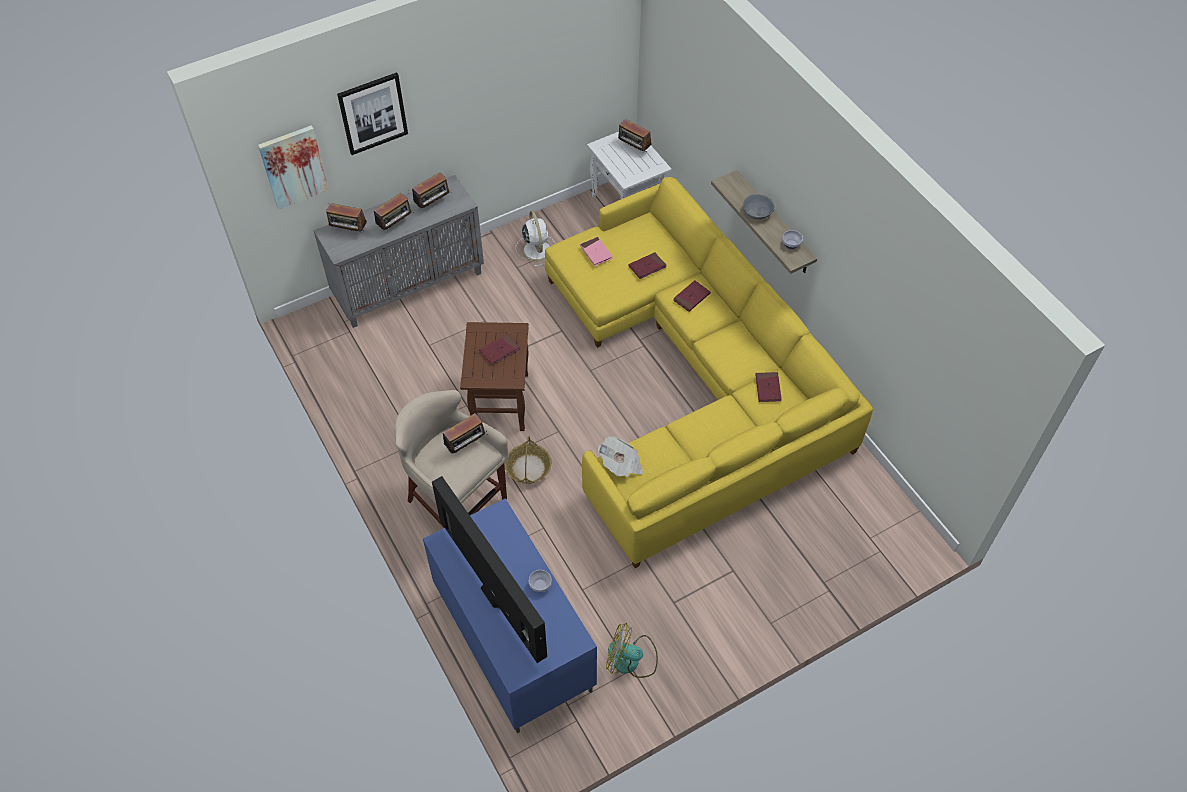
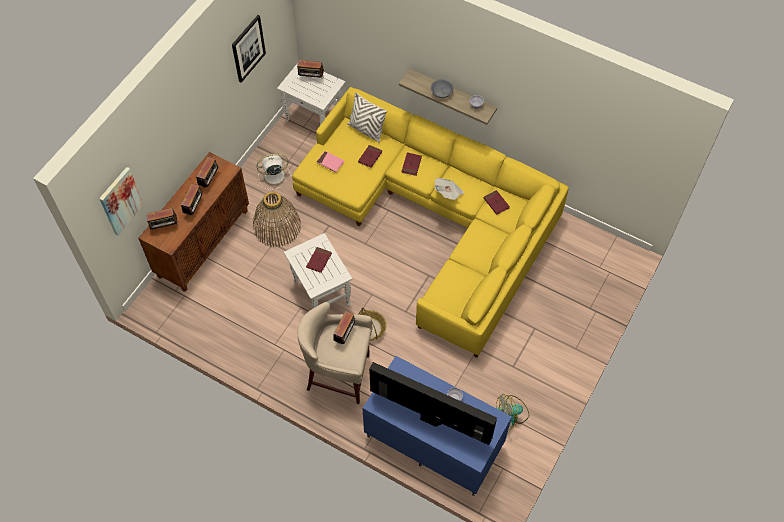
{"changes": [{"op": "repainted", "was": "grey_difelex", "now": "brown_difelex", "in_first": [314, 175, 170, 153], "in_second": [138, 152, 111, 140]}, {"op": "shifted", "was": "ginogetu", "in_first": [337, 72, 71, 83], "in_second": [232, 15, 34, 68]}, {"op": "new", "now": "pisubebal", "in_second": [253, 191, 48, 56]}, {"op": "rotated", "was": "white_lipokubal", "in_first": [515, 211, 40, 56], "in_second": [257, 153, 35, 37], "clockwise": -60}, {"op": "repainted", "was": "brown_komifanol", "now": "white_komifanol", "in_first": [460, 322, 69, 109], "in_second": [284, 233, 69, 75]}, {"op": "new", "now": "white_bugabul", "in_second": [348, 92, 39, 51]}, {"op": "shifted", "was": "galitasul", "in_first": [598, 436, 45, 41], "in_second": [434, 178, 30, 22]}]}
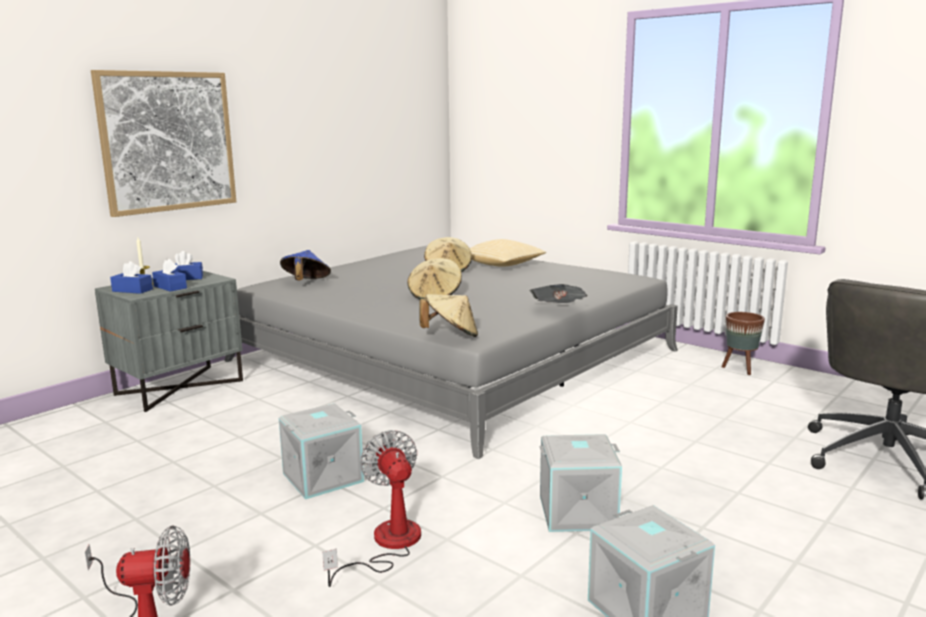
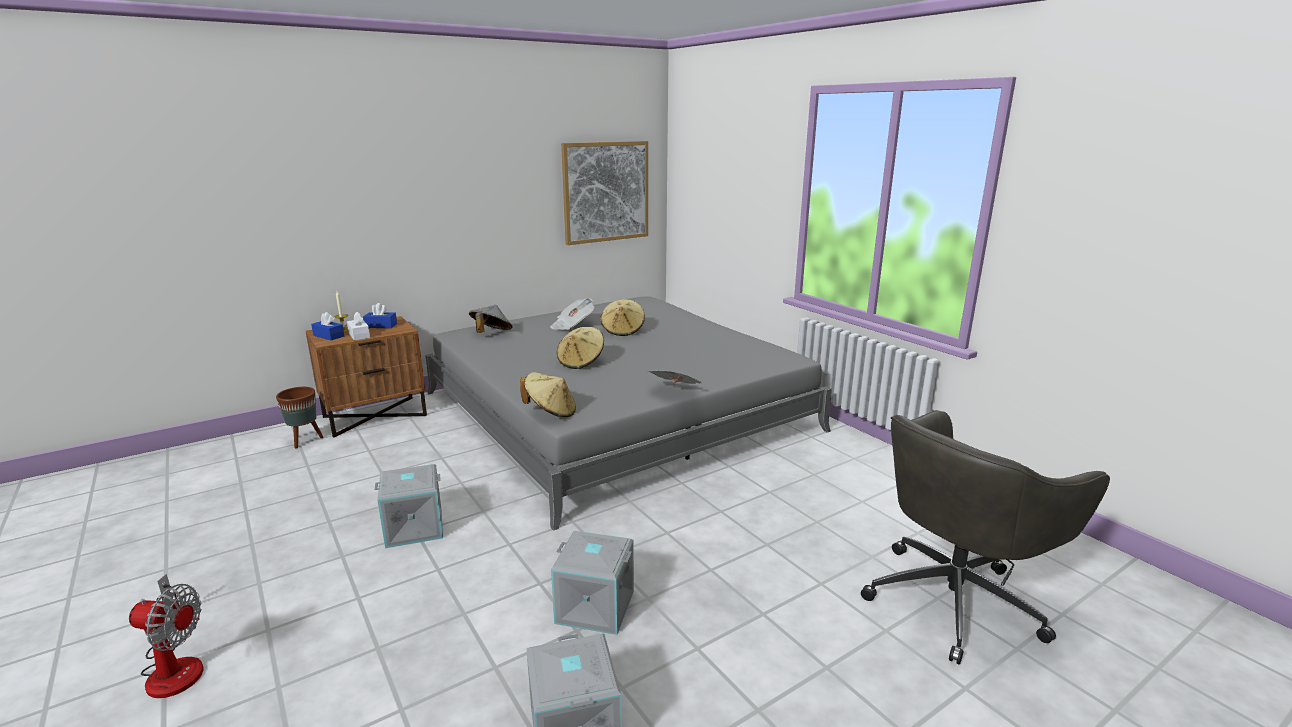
{"changes": [{"op": "shifted", "was": "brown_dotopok", "in_first": [722, 312, 43, 63], "in_second": [276, 387, 47, 62]}, {"op": "repainted", "was": "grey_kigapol", "now": "brown_kigapol", "in_first": [95, 271, 148, 141], "in_second": [306, 316, 121, 122]}, {"op": "repainted", "was": "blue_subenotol", "now": "white_subenotol", "in_first": [152, 259, 35, 33], "in_second": [347, 312, 23, 28]}, {"op": "repainted", "was": "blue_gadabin", "now": "grey_gadabin", "in_first": [280, 250, 51, 30], "in_second": [469, 305, 44, 28]}, {"op": "new", "now": "galitasul", "in_second": [550, 298, 44, 32]}, {"op": "shifted", "was": "ginogetu", "in_first": [91, 70, 145, 147], "in_second": [561, 141, 87, 104]}, {"op": "gone", "was": "lipokubal", "in_first": [322, 430, 99, 157]}, {"op": "gone", "was": "bugabul", "in_first": [469, 239, 77, 28]}]}
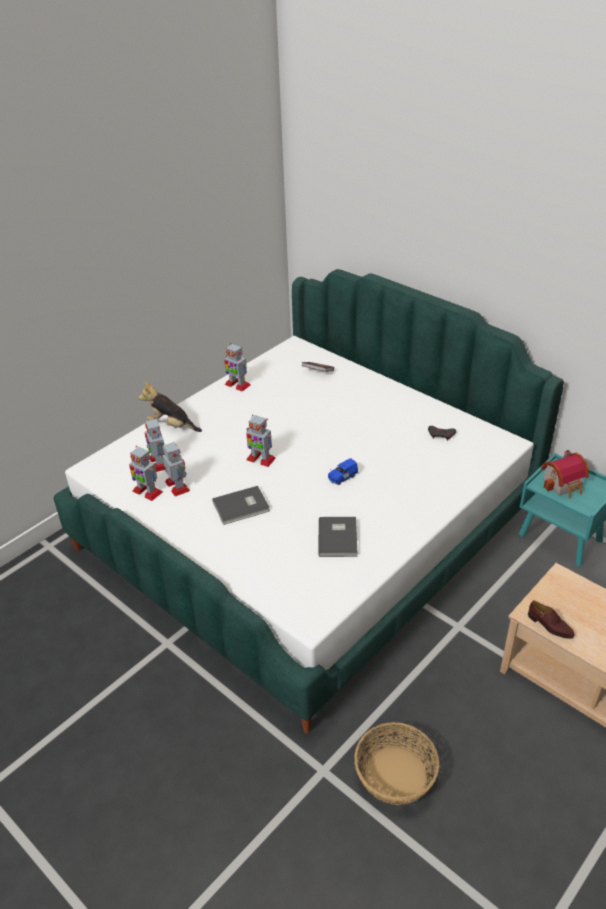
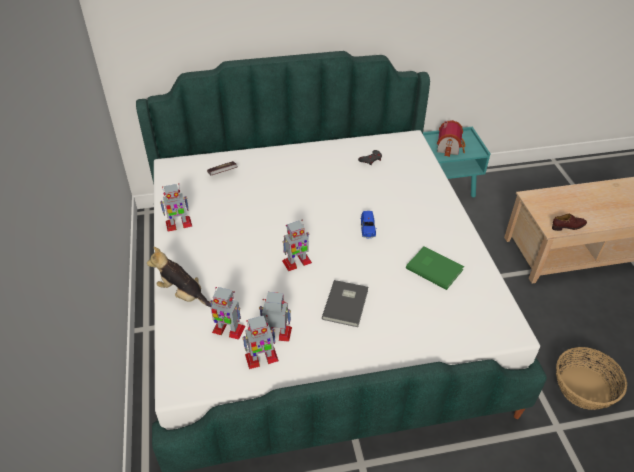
{"changes": [{"op": "rotated", "was": "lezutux", "in_first": [139, 382, 63, 50], "in_second": [147, 247, 64, 60], "clockwise": 60}, {"op": "repainted", "was": "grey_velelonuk", "now": "green_velelonuk", "in_first": [318, 517, 39, 40], "in_second": [406, 246, 58, 44]}]}
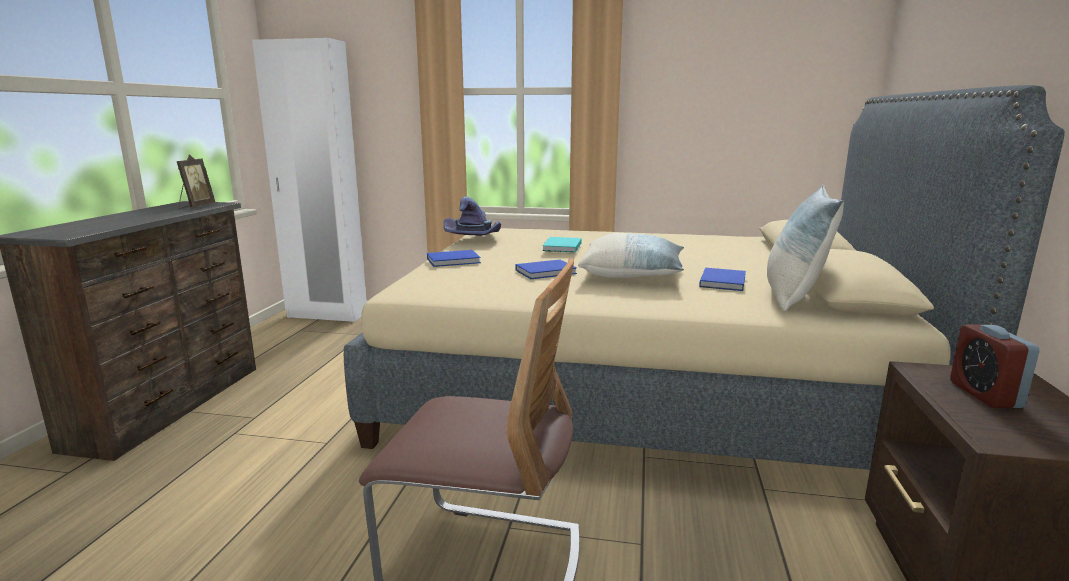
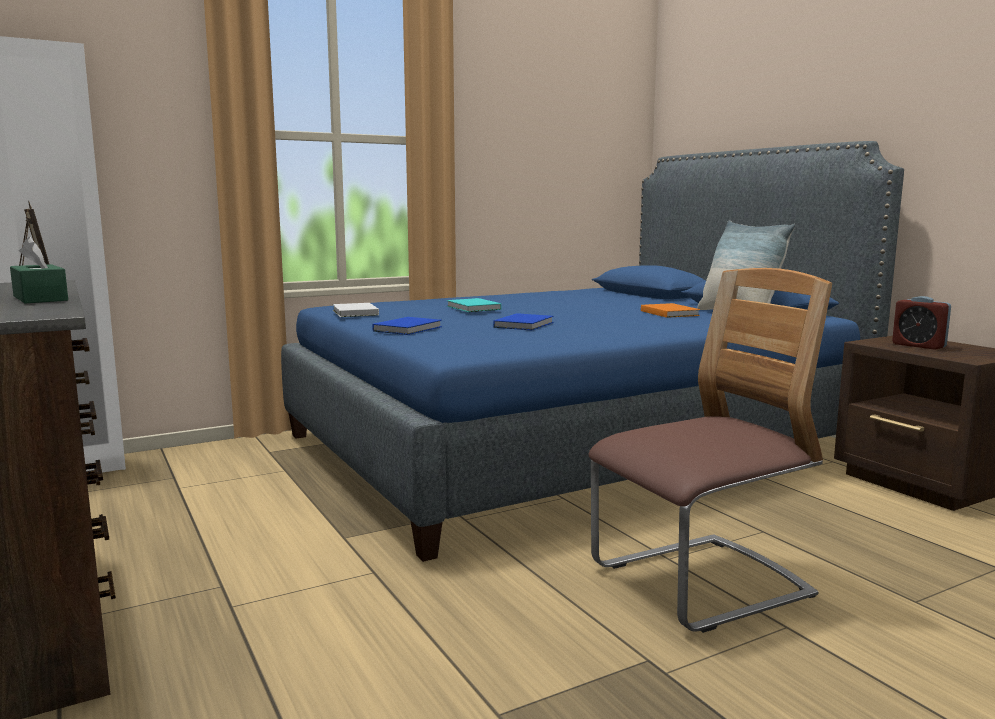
{"changes": [{"op": "new", "now": "green_subenotol", "in_second": [10, 237, 58, 67]}, {"op": "repainted", "was": "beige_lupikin", "now": "blue_lupikin", "in_first": [344, 85, 721, 385], "in_second": [281, 141, 623, 421]}, {"op": "swapped", "was": "purple_gadabin", "now": "white_velelonuk", "in_first": [443, 197, 58, 39], "in_second": [333, 303, 46, 14]}, {"op": "repainted", "was": "blue_velelonuk", "now": "orange_velelonuk", "in_first": [699, 268, 47, 23], "in_second": [641, 303, 59, 15]}, {"op": "gone", "was": "bugabul", "in_first": [578, 233, 106, 45]}]}
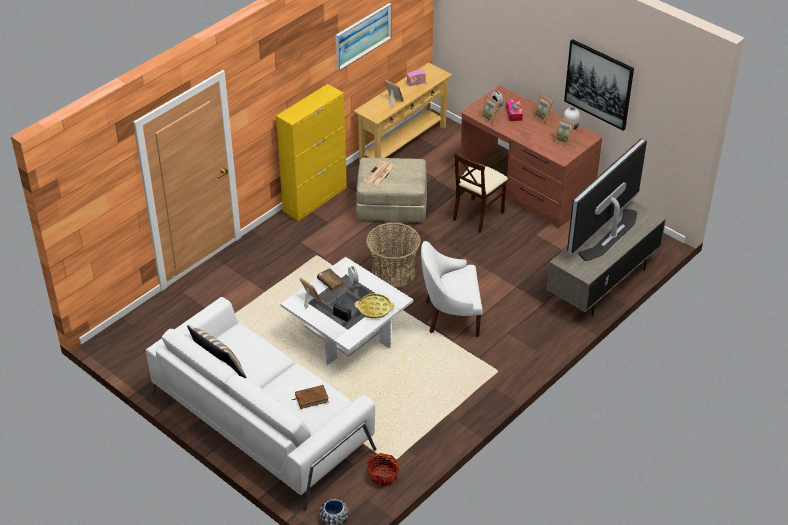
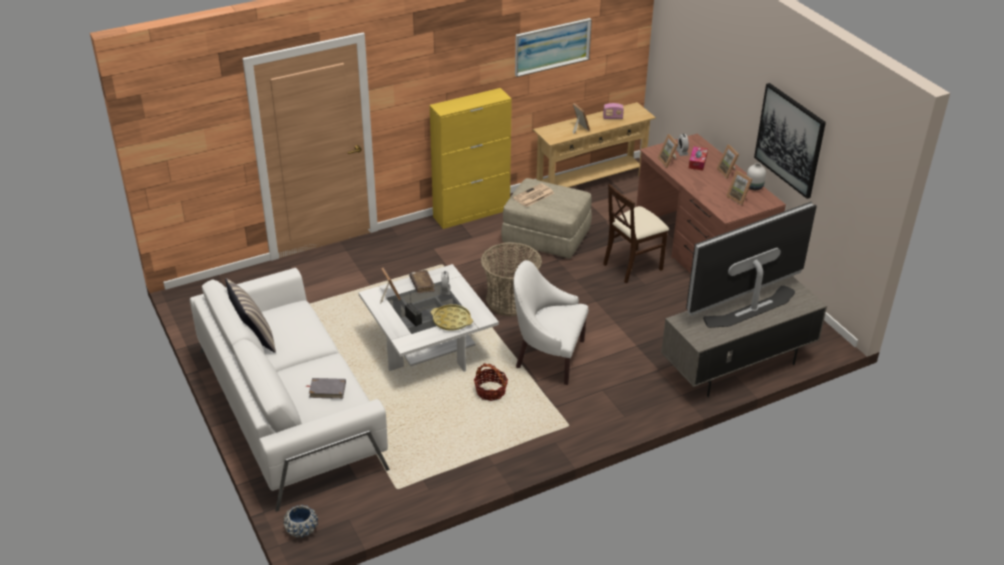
{"changes": [{"op": "repainted", "was": "brown_velelonuk", "now": "grey_velelonuk", "in_first": [292, 385, 37, 24], "in_second": [306, 378, 40, 21]}, {"op": "shifted", "was": "pisubebal", "in_first": [367, 453, 33, 33], "in_second": [474, 363, 34, 38]}]}
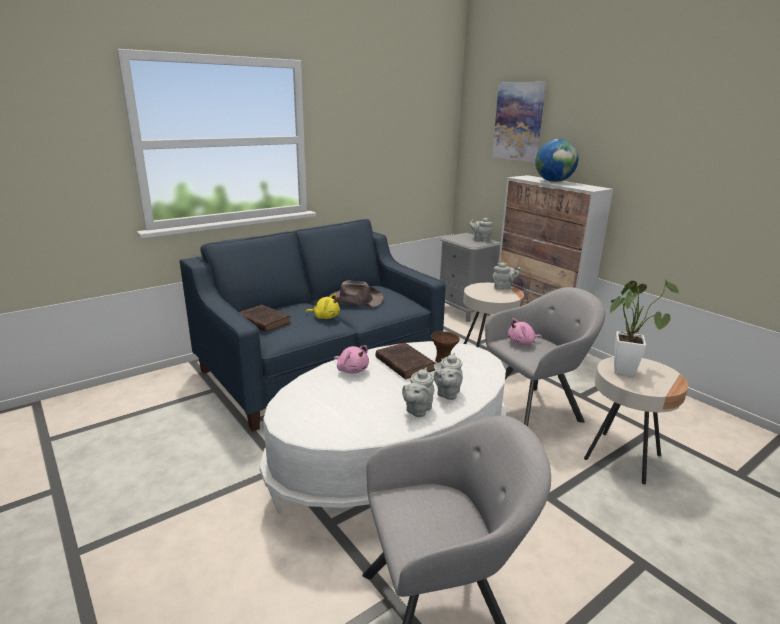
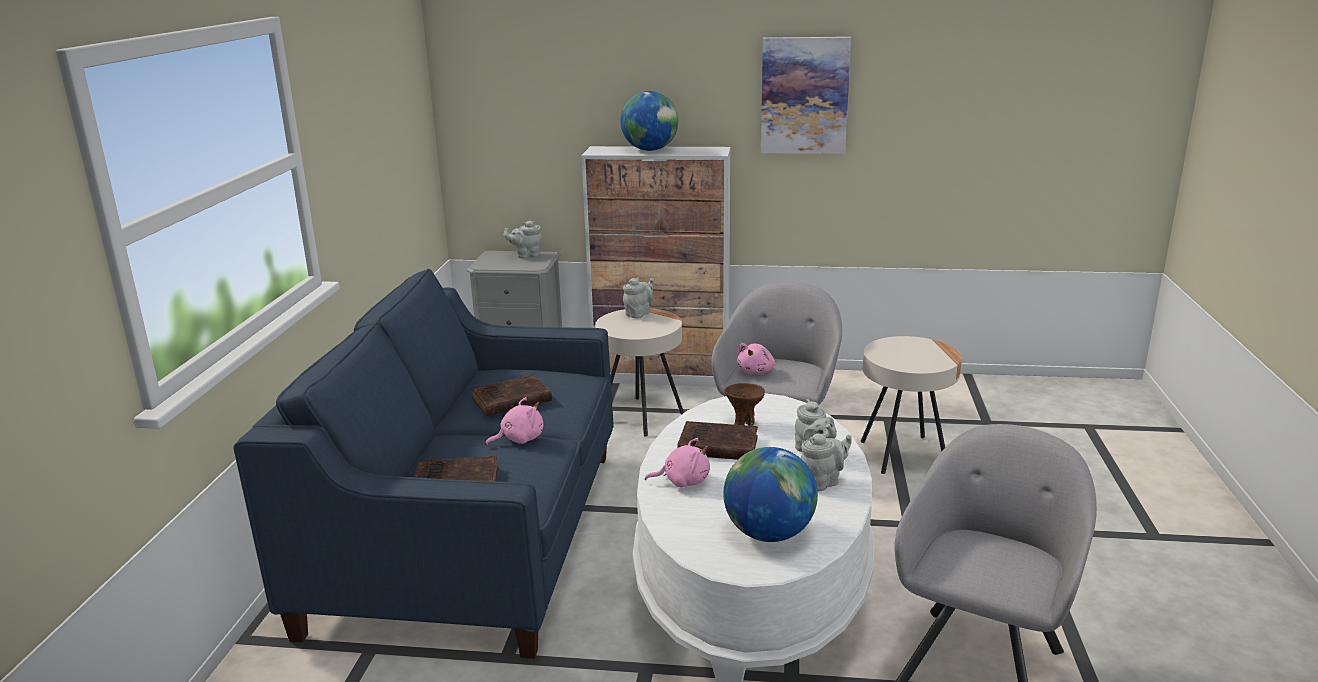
{"changes": [{"op": "swapped", "was": "brown_gadabin", "now": "brown_velelonuk", "in_first": [329, 280, 54, 27], "in_second": [471, 374, 81, 42]}, {"op": "repainted", "was": "yellow_lezutux", "now": "pink_lezutux", "in_first": [305, 294, 35, 25], "in_second": [485, 397, 59, 48]}, {"op": "new", "now": "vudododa", "in_second": [723, 447, 95, 95]}, {"op": "shifted", "was": "ginogetu", "in_first": [492, 82, 54, 81], "in_second": [761, 37, 90, 117]}, {"op": "rotated", "was": "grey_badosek", "in_first": [402, 368, 32, 49], "in_second": [801, 433, 51, 58], "clockwise": -105}, {"op": "gone", "was": "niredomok", "in_first": [609, 279, 70, 97]}]}
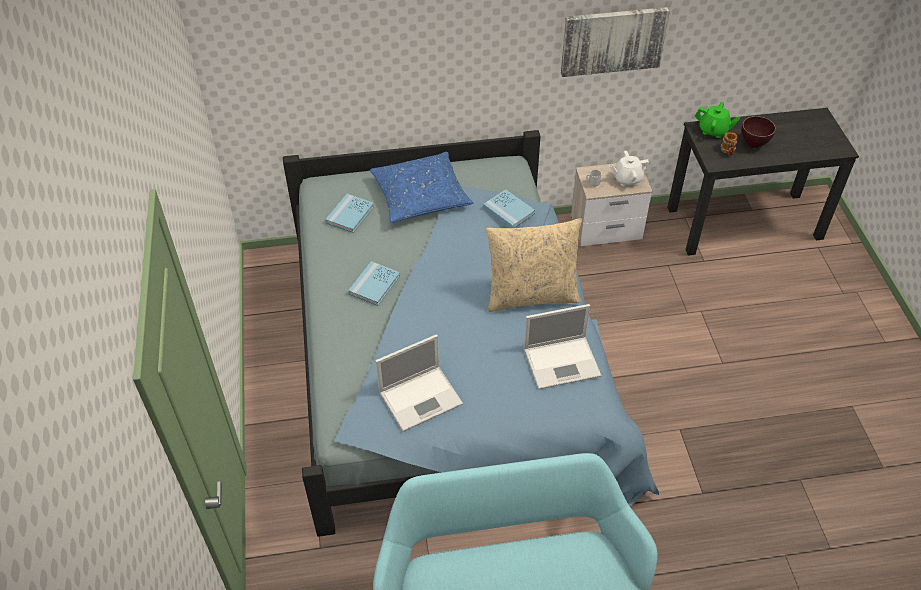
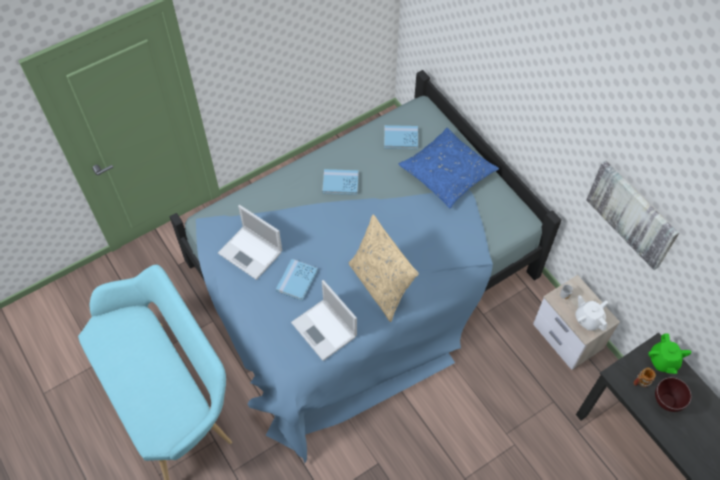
{"changes": [{"op": "shifted", "was": "blue_velelonuk", "in_first": [483, 190, 52, 38], "in_second": [276, 259, 42, 42]}]}
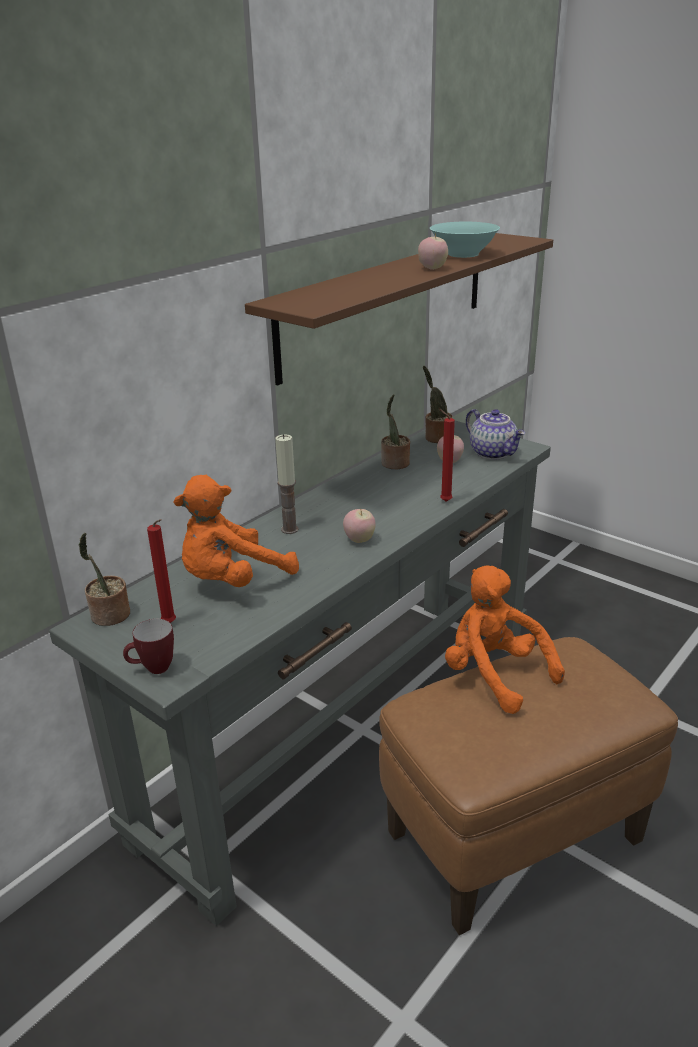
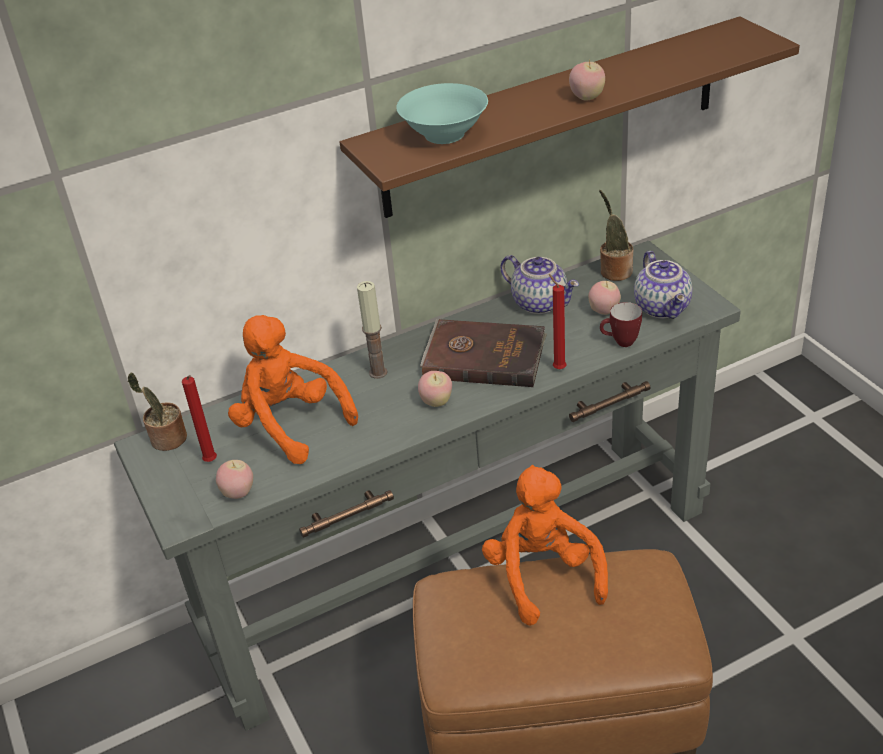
{"changes": [{"op": "new", "now": "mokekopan", "in_second": [216, 460, 37, 39]}, {"op": "rotated", "was": "orange_lezutux", "in_first": [173, 475, 126, 112], "in_second": [228, 315, 130, 149], "clockwise": 60}, {"op": "shifted", "was": "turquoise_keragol", "in_first": [430, 222, 70, 36], "in_second": [396, 83, 92, 61]}, {"op": "new", "now": "brown_velelonuk", "in_second": [420, 319, 127, 68]}, {"op": "swapped", "was": "niredomok", "now": "badosek", "in_first": [381, 394, 29, 75], "in_second": [500, 255, 79, 59]}, {"op": "shifted", "was": "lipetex", "in_first": [123, 619, 51, 55], "in_second": [600, 302, 42, 45]}]}
